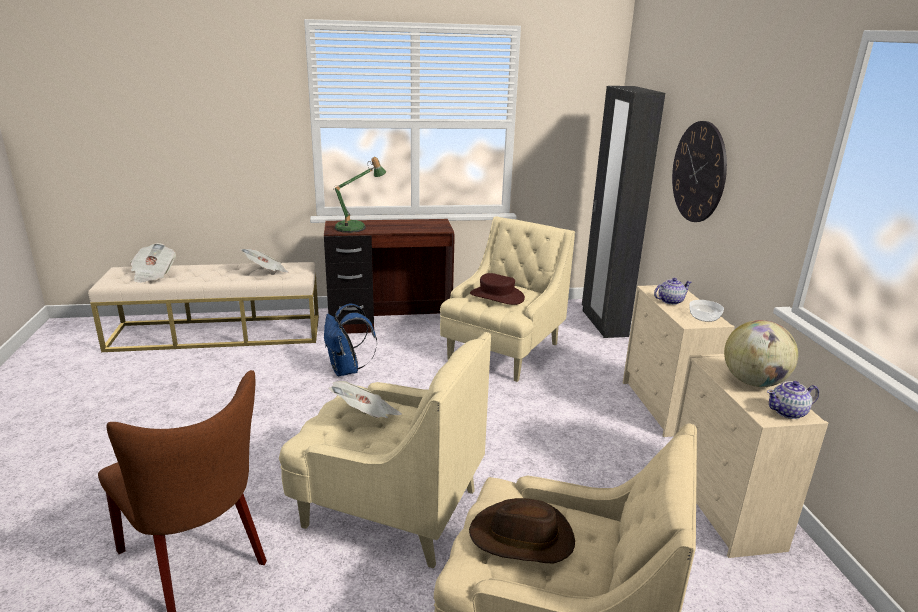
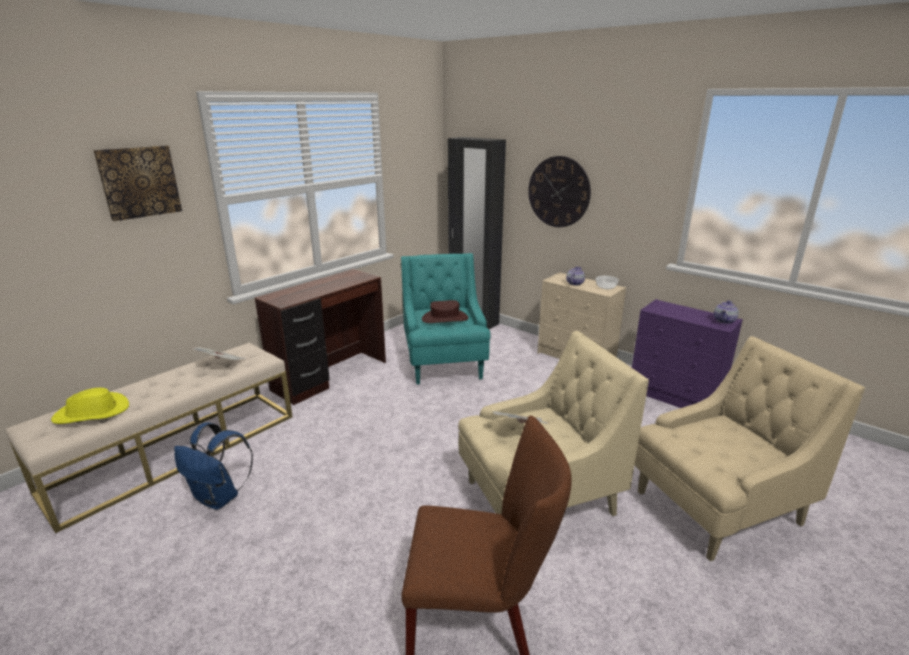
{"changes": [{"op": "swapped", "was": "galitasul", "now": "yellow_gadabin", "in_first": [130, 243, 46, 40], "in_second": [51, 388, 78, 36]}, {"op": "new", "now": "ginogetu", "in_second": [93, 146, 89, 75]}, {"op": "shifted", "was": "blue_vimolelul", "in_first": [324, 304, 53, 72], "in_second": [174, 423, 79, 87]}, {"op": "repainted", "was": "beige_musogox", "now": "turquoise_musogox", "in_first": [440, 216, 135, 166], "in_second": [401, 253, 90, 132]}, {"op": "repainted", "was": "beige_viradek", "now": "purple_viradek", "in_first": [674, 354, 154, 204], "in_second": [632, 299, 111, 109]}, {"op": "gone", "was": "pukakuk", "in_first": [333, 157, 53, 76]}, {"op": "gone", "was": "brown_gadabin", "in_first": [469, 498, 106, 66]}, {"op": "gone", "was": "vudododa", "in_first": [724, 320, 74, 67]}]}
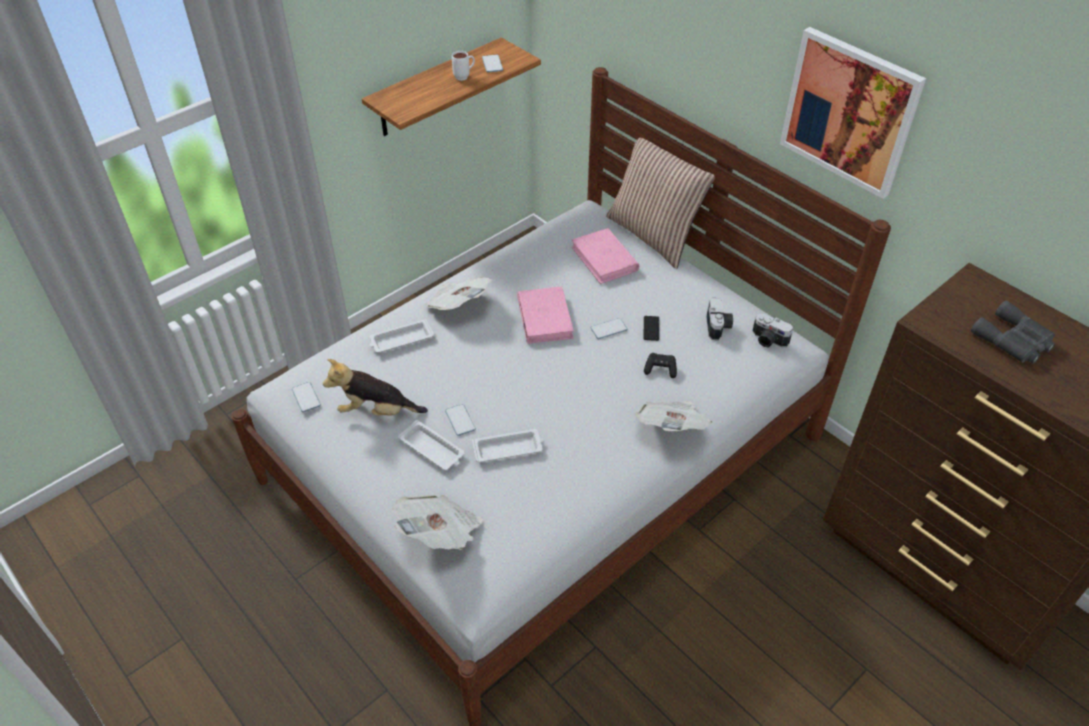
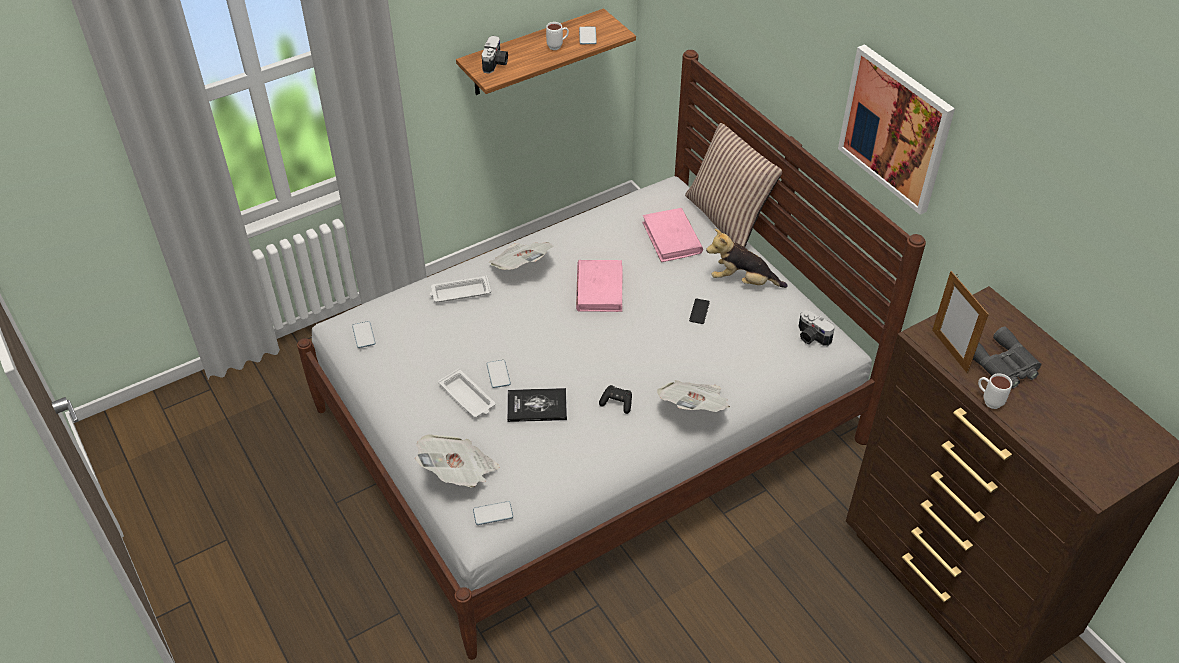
{"changes": [{"op": "shifted", "was": "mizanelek", "in_first": [590, 318, 37, 21], "in_second": [473, 501, 40, 24]}, {"op": "shifted", "was": "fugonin", "in_first": [706, 298, 27, 42], "in_second": [482, 36, 26, 38]}, {"op": "swapped", "was": "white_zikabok", "now": "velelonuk", "in_first": [472, 429, 72, 33], "in_second": [507, 388, 60, 34]}, {"op": "shifted", "was": "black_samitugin", "in_first": [644, 353, 33, 25], "in_second": [599, 385, 33, 29]}, {"op": "shifted", "was": "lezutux", "in_first": [323, 359, 105, 57], "in_second": [706, 229, 81, 59]}, {"op": "new", "now": "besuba", "in_second": [932, 271, 57, 102]}, {"op": "new", "now": "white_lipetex", "in_second": [978, 373, 34, 36]}]}
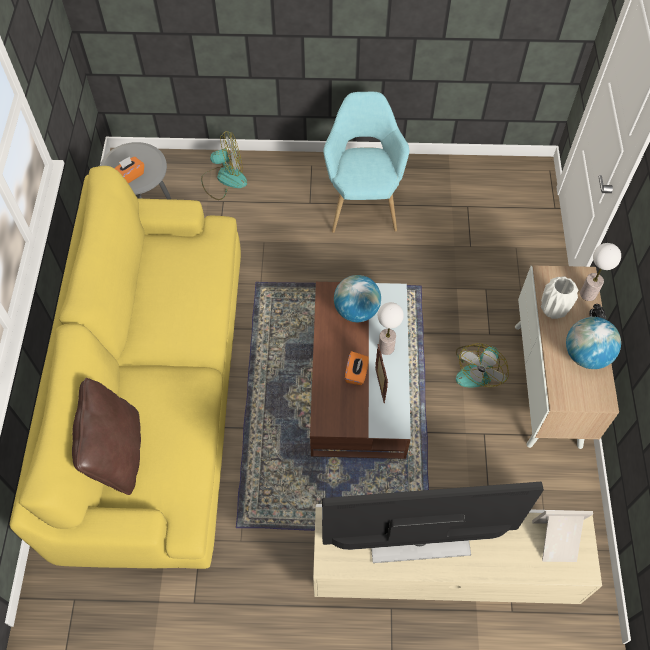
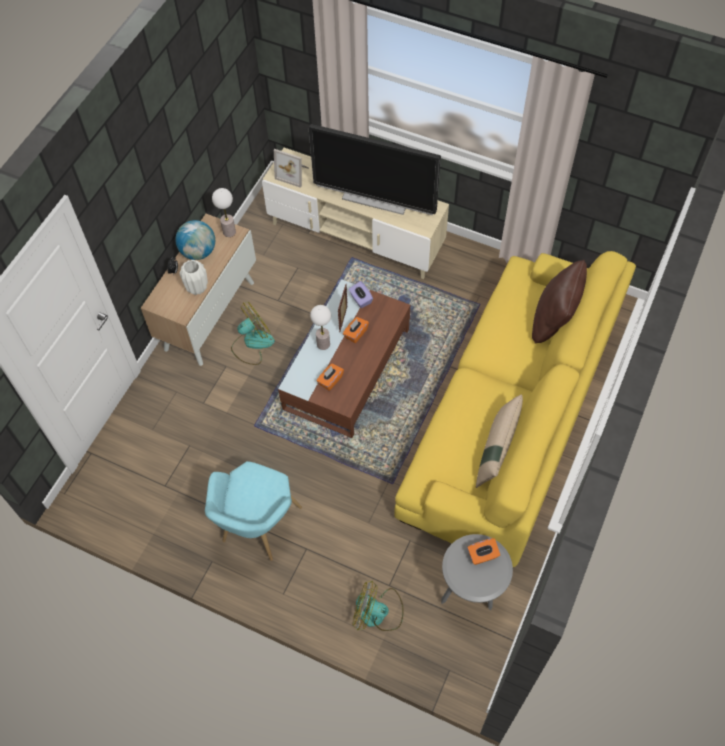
{"changes": [{"op": "shifted", "was": "pukakuk", "in_first": [580, 243, 41, 58], "in_second": [212, 188, 24, 49]}, {"op": "swapped", "was": "vudododa", "now": "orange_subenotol", "in_first": [334, 275, 47, 47], "in_second": [317, 364, 27, 27]}, {"op": "new", "now": "purple_subenotol", "in_second": [349, 281, 24, 27]}, {"op": "new", "now": "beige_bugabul", "in_second": [476, 394, 47, 94]}]}
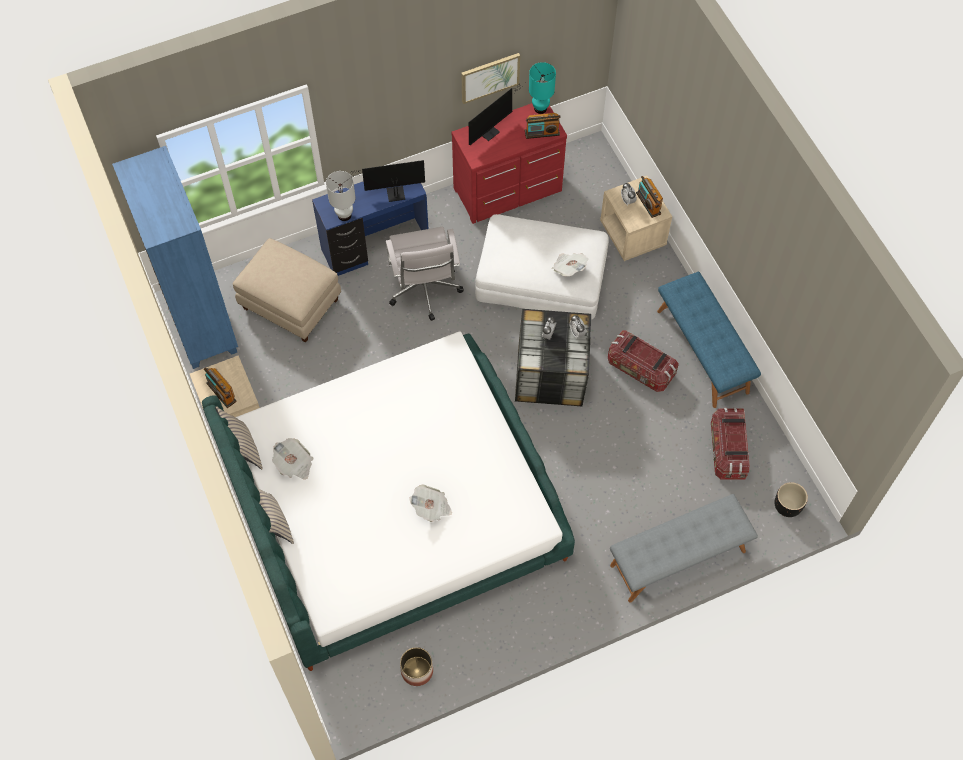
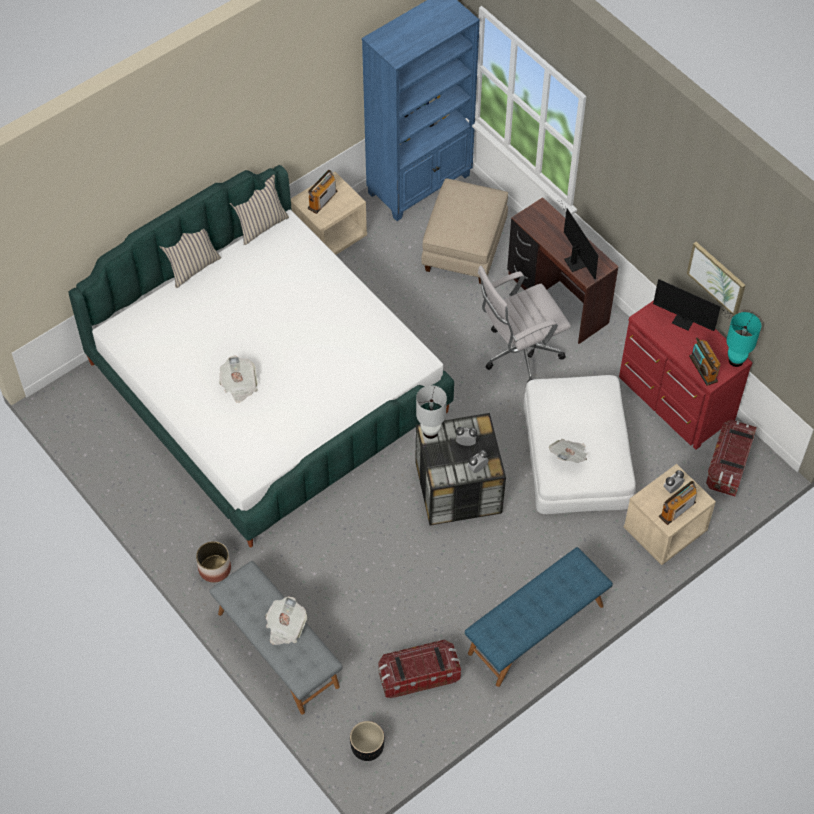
{"changes": [{"op": "shifted", "was": "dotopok", "in_first": [400, 647, 33, 39], "in_second": [196, 541, 35, 42]}, {"op": "shifted", "was": "galitasul", "in_first": [272, 438, 41, 42], "in_second": [266, 597, 41, 48]}, {"op": "shifted", "was": "white_pukakuk", "in_first": [326, 171, 30, 50], "in_second": [416, 385, 31, 54]}, {"op": "repainted", "was": "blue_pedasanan", "now": "brown_pedasanan", "in_first": [312, 181, 117, 95], "in_second": [507, 197, 111, 147]}, {"op": "shifted", "was": "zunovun", "in_first": [608, 331, 71, 61], "in_second": [706, 420, 51, 76]}]}
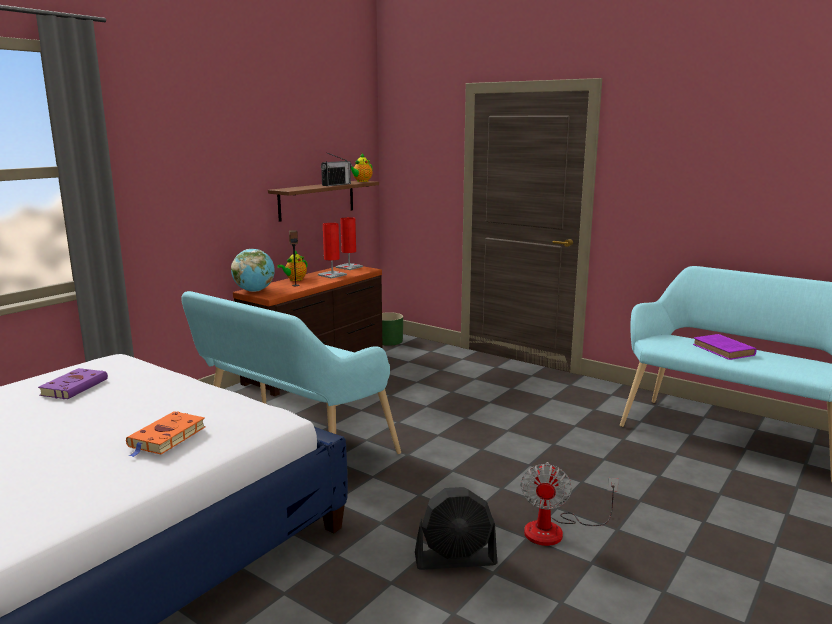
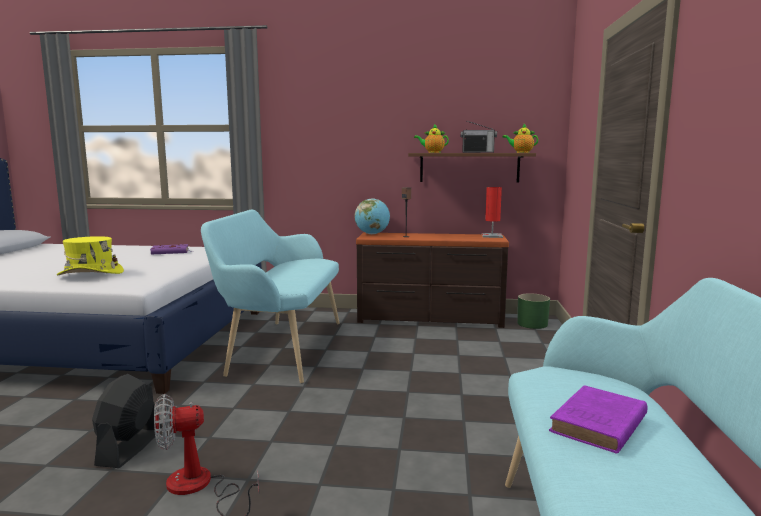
{"changes": [{"op": "swapped", "was": "orange_velelonuk", "now": "yellow_gadabin", "in_first": [126, 411, 80, 46], "in_second": [57, 236, 67, 39]}, {"op": "rotated", "was": "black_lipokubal", "in_first": [415, 487, 83, 83], "in_second": [92, 374, 70, 94], "clockwise": 45}, {"op": "shifted", "was": "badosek", "in_first": [277, 251, 30, 30], "in_second": [414, 124, 35, 29]}, {"op": "gone", "was": "red_pukakuk", "in_first": [318, 223, 29, 56]}]}
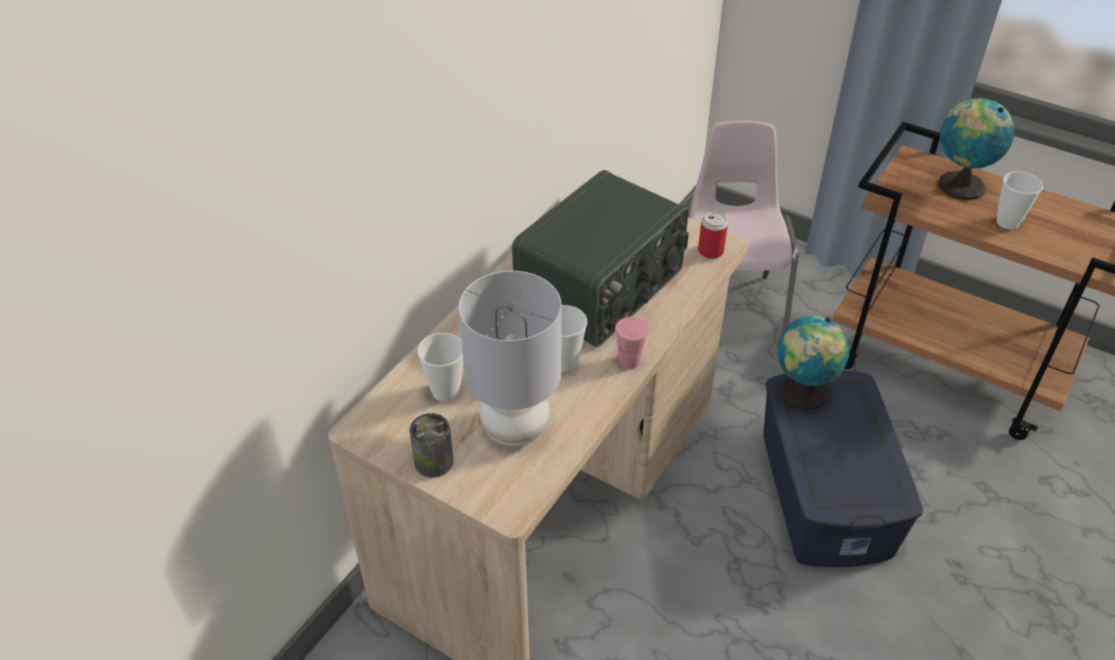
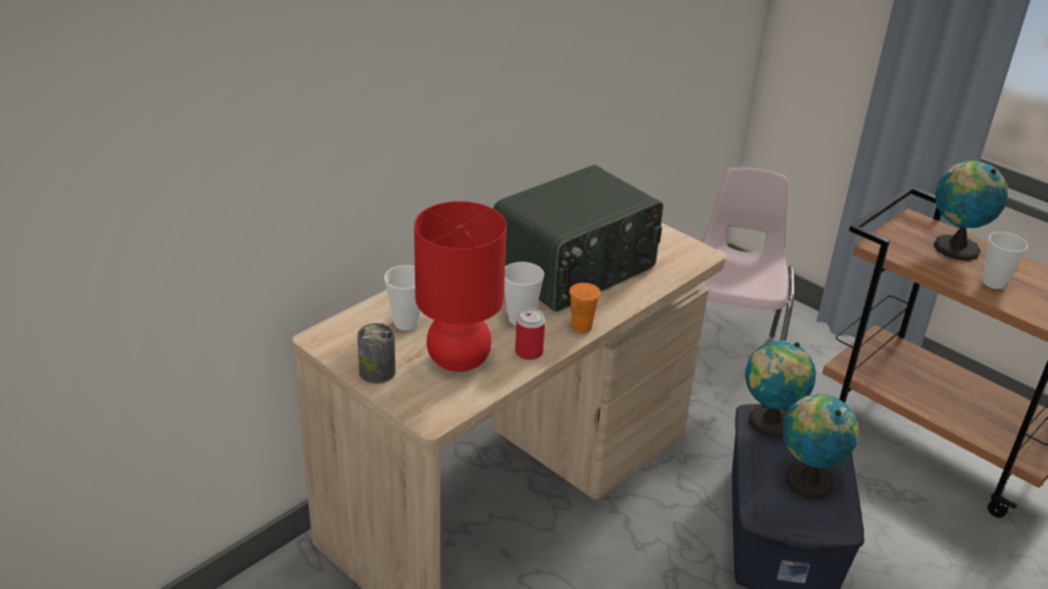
{"changes": [{"op": "repainted", "was": "grey_pukakuk", "now": "red_pukakuk", "in_first": [458, 271, 104, 175], "in_second": [414, 201, 93, 171]}, {"op": "shifted", "was": "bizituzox", "in_first": [698, 211, 30, 48], "in_second": [515, 308, 30, 52]}, {"op": "repainted", "was": "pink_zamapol", "now": "orange_zamapol", "in_first": [615, 317, 34, 52], "in_second": [569, 283, 32, 50]}, {"op": "new", "now": "vudododa", "in_second": [783, 394, 76, 105]}]}
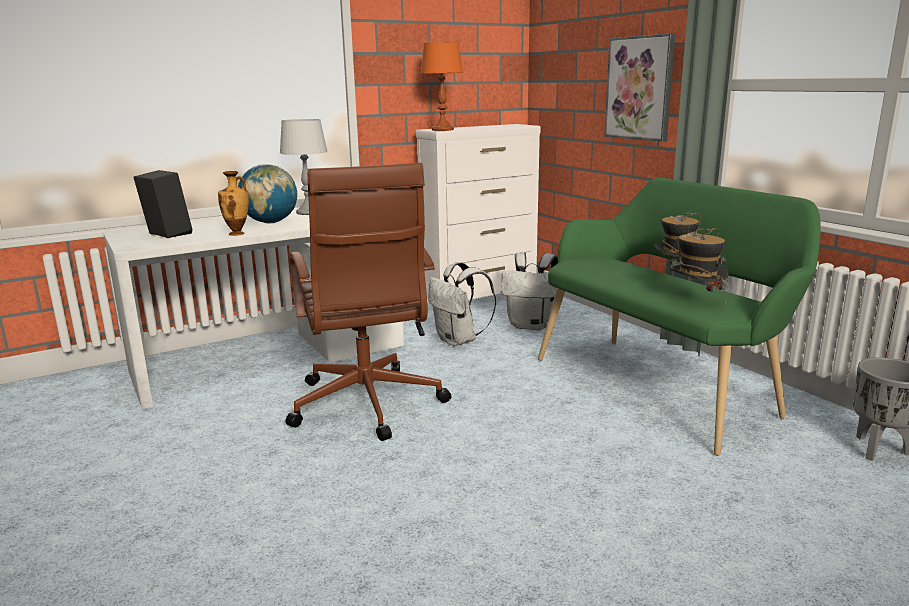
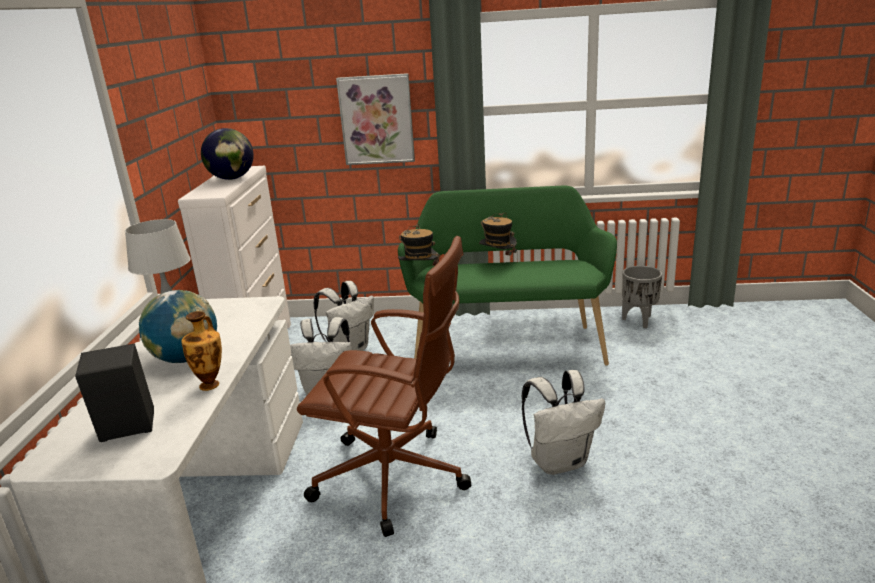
{"changes": [{"op": "new", "now": "vudododa", "in_second": [201, 128, 53, 52]}, {"op": "shifted", "was": "gadabin", "in_first": [669, 228, 60, 78], "in_second": [398, 224, 42, 42]}, {"op": "new", "now": "white_vimolelul", "in_second": [522, 370, 83, 105]}, {"op": "gone", "was": "orange_pukakuk", "in_first": [421, 42, 42, 89]}]}
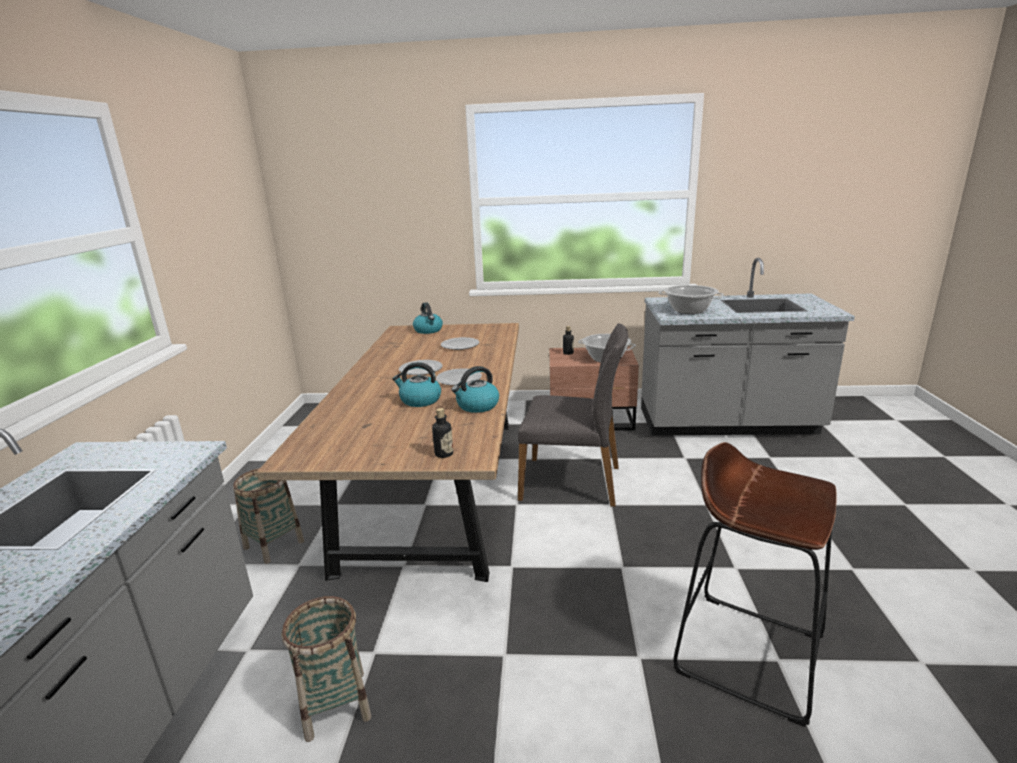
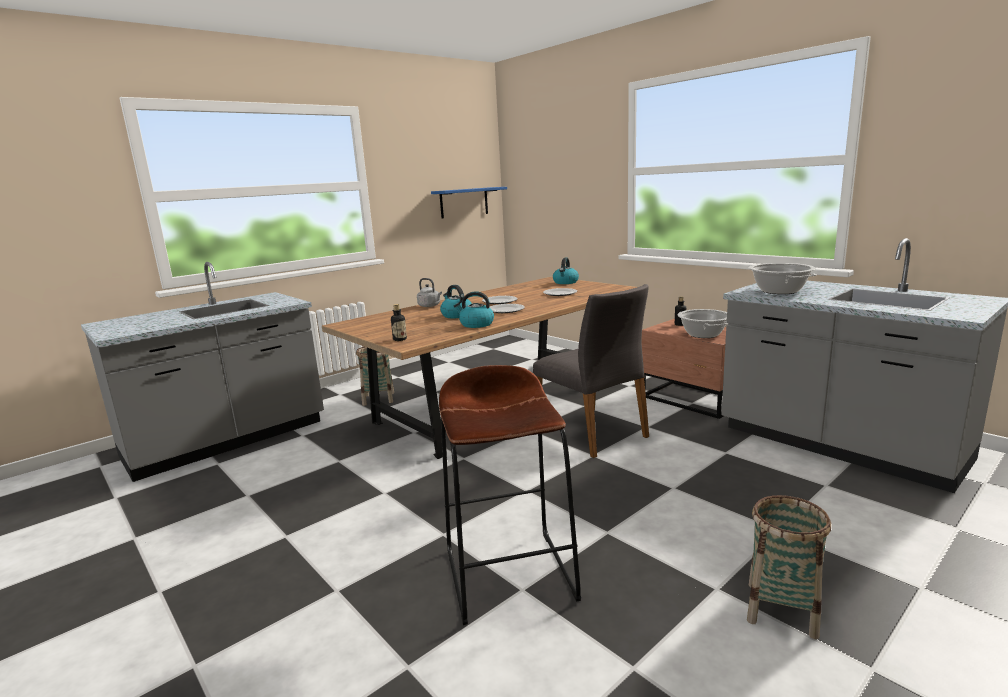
{"changes": [{"op": "new", "now": "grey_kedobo", "in_second": [417, 278, 25, 29]}, {"op": "new", "now": "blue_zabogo", "in_second": [431, 187, 76, 32]}, {"op": "shifted", "was": "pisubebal", "in_first": [281, 596, 90, 146], "in_second": [747, 495, 84, 144]}]}
